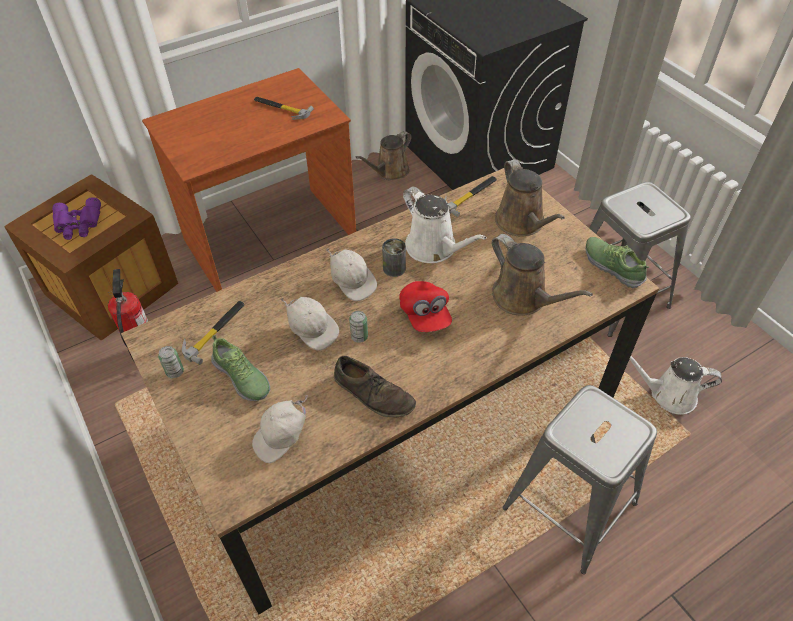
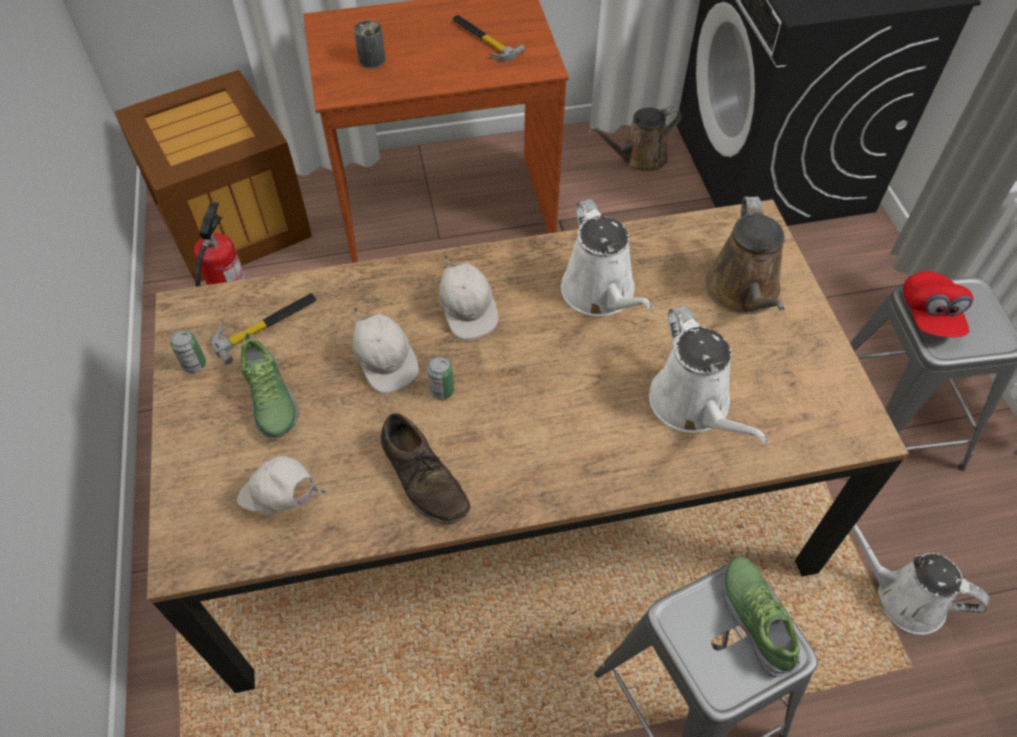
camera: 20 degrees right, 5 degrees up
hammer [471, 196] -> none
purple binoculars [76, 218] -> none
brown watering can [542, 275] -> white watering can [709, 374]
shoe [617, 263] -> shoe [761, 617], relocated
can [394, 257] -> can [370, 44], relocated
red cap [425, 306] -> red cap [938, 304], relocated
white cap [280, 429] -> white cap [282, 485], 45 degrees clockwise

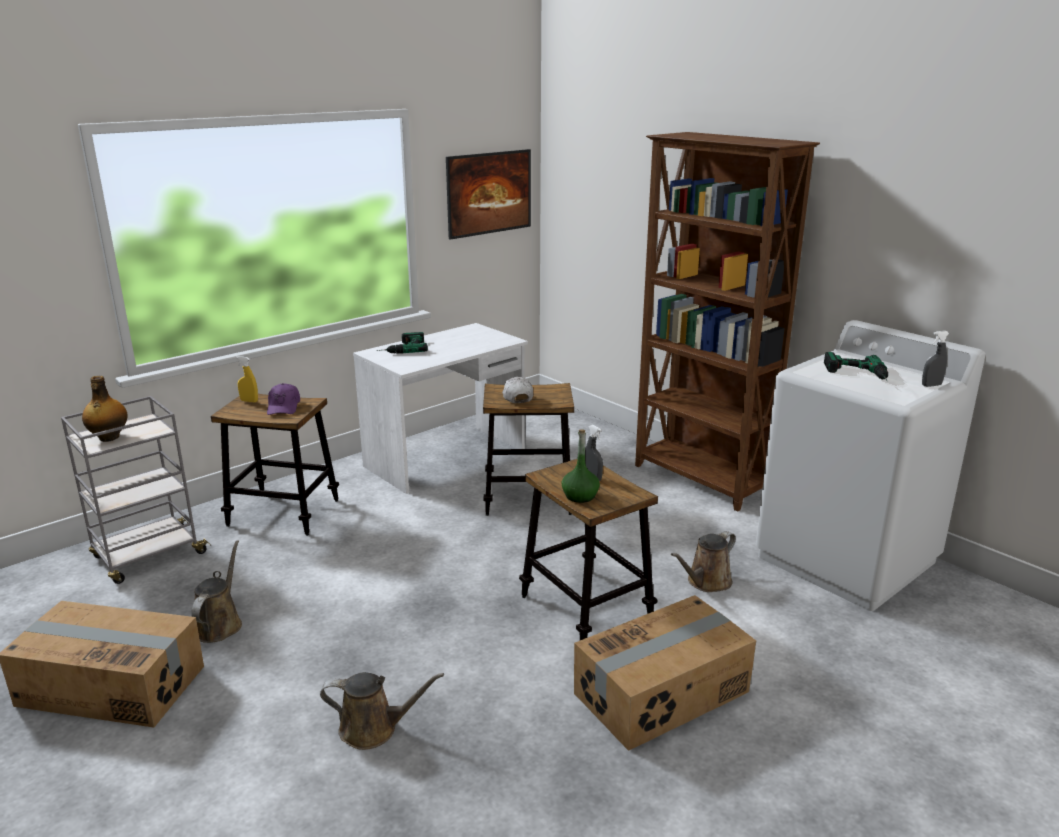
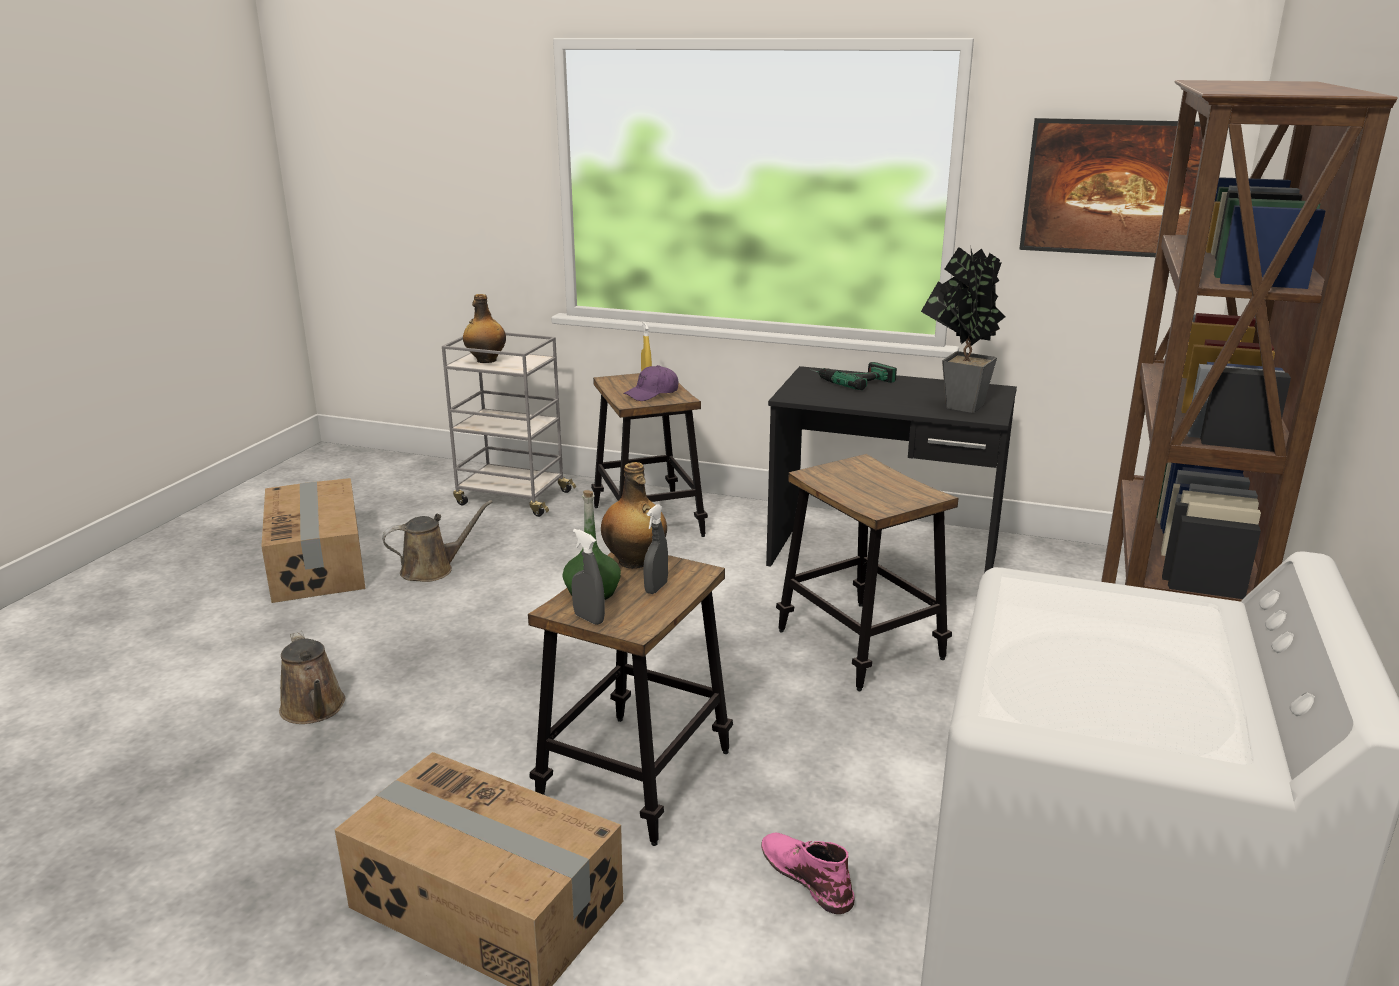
camera: 60 degrees right, 0 degrees up
white desk [440, 408] -> black desk [891, 469]
grey spray bottle [935, 359] -> grey spray bottle [588, 577], relocated
power drill [856, 366] -> none
white cap [517, 390] -> none
brown watering can [703, 561] -> pink boot [807, 873]
none -> potted plant [963, 330]
none -> bottle [634, 515]

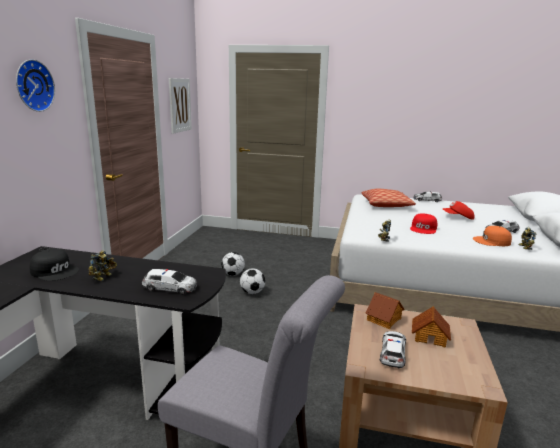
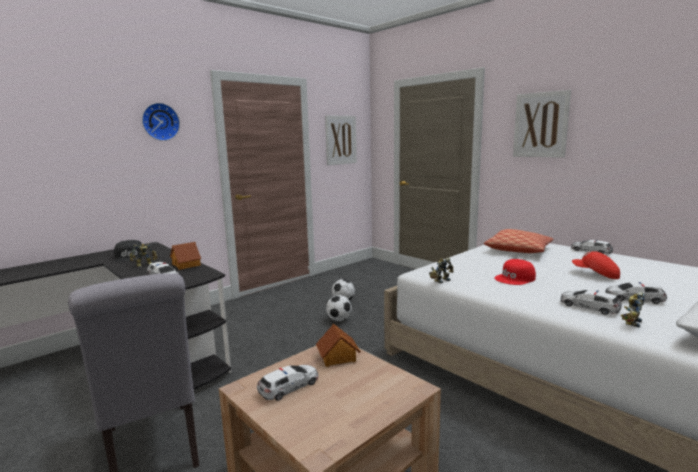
camera: 35 degrees right, 5 degrees down
orange cap [492, 236] -> toy car [591, 302]
toy house [431, 326] -> toy house [185, 256], relocated
none -> picture [542, 124]

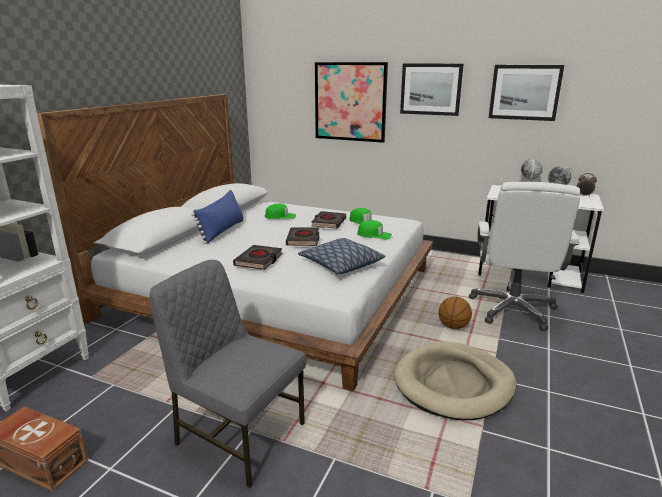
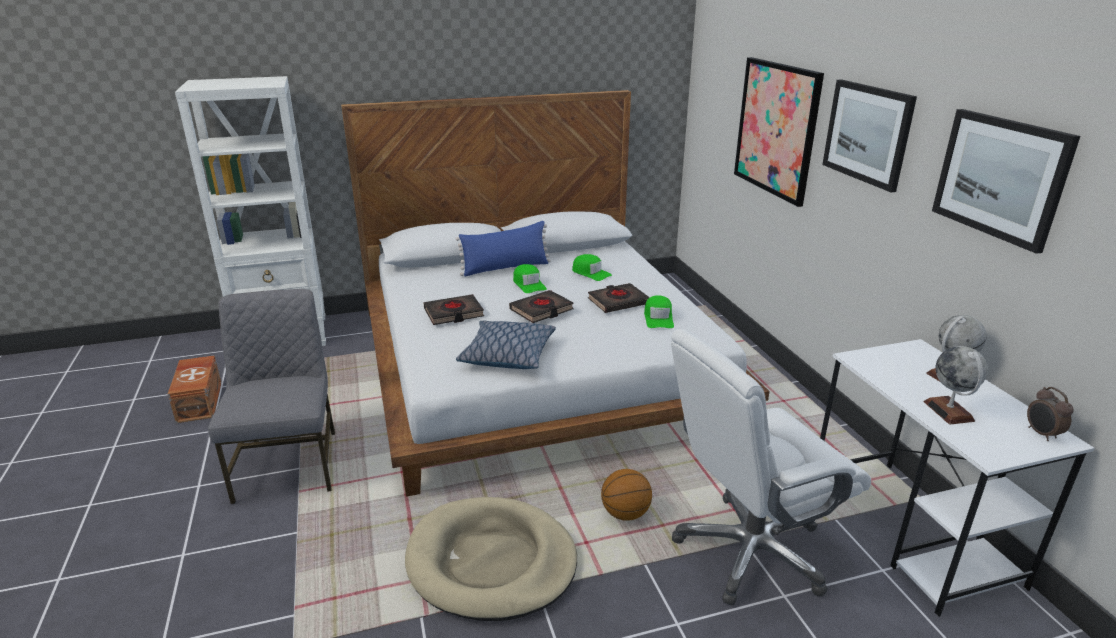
camera: 50 degrees right, 5 degrees up
green cap [374, 230] -> green cap [530, 278], relocated

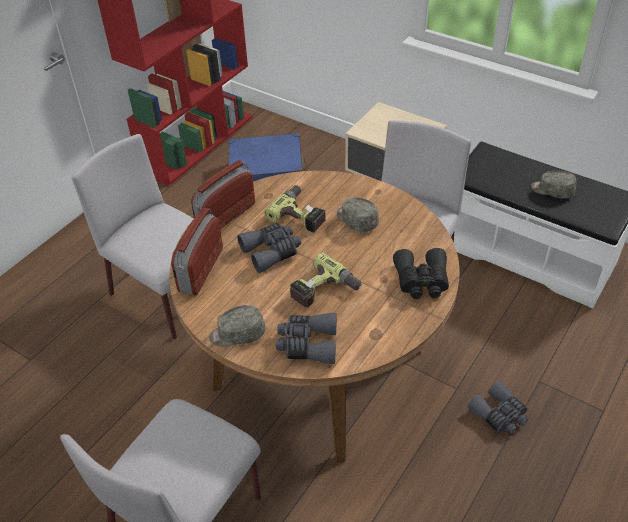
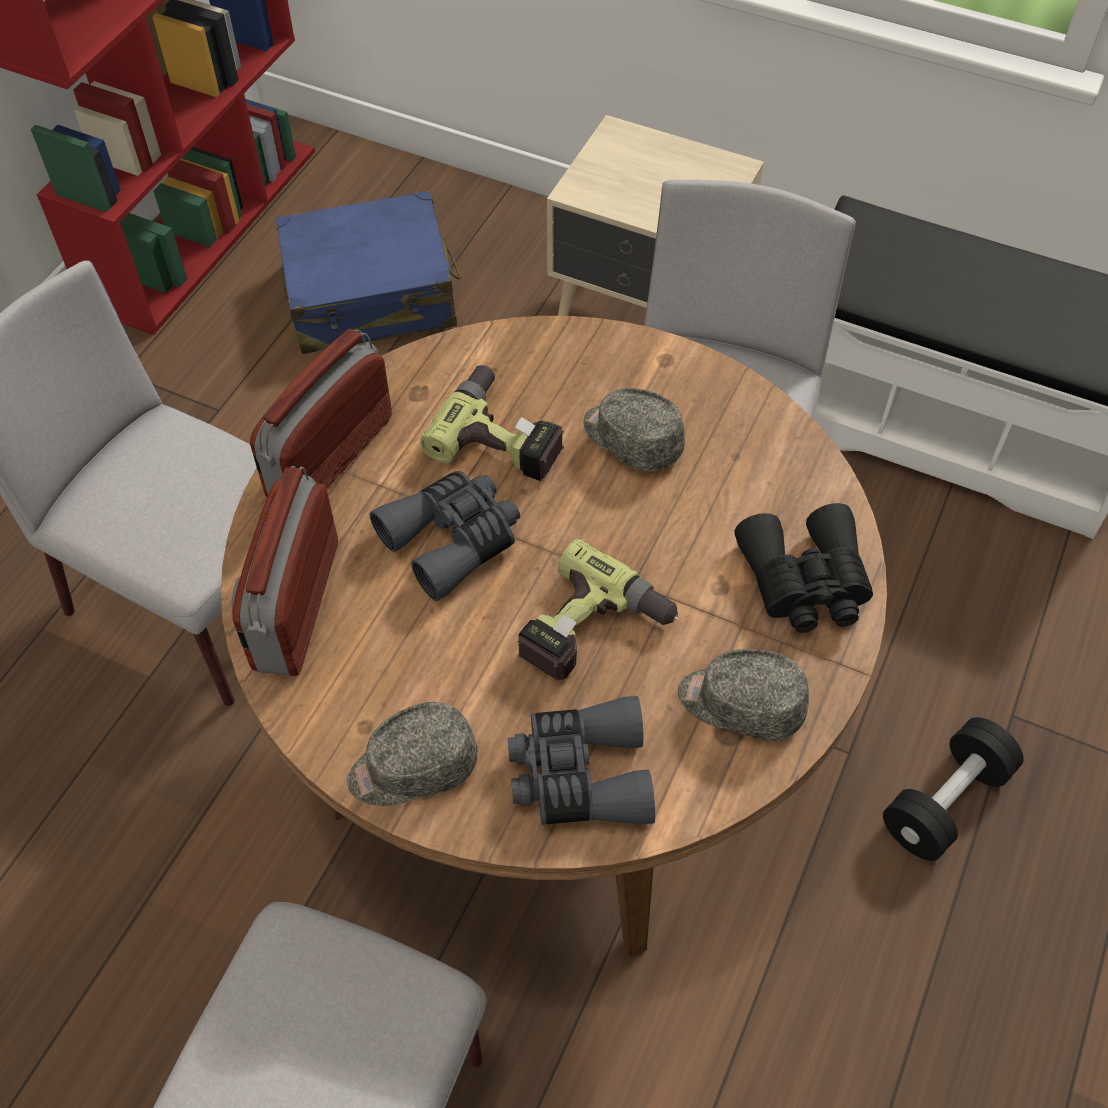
camera: 10 degrees left, 10 degrees up
grey cap [554, 185] -> grey cap [743, 695], relocated
grey binoculars [498, 407] -> black dumbbell [953, 789]

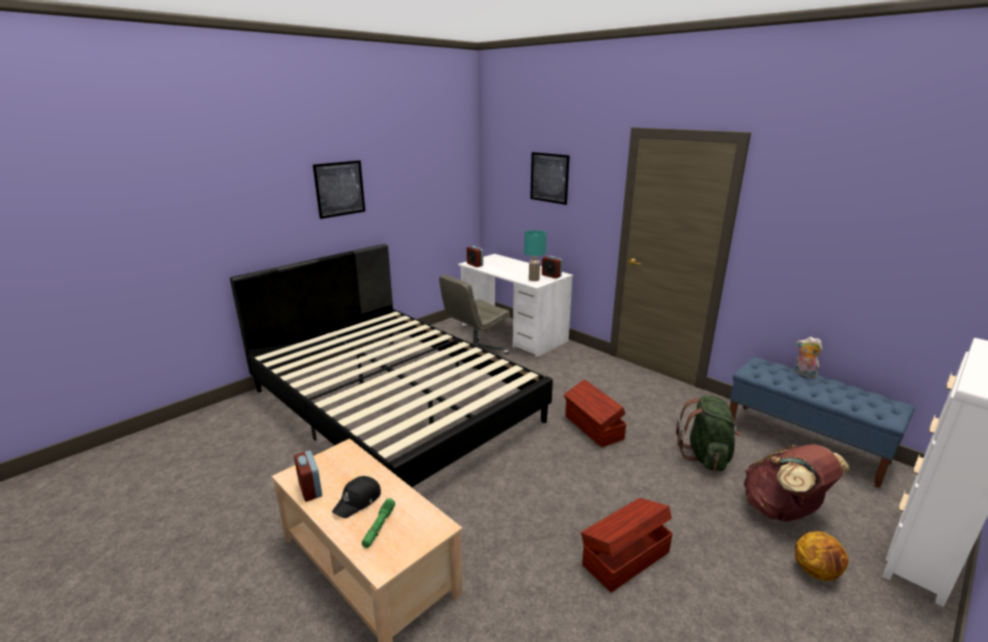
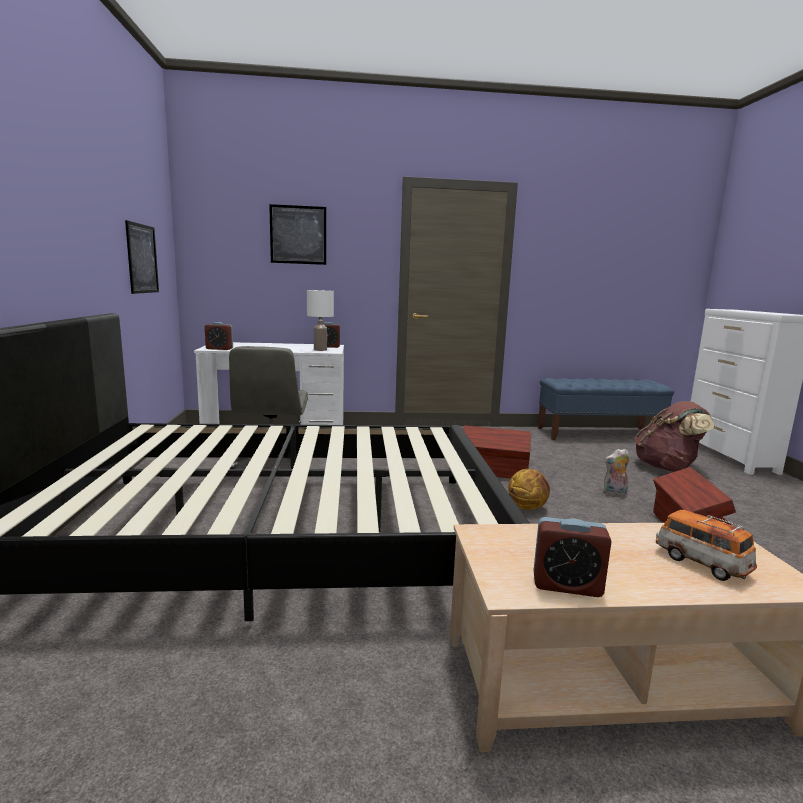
camera: 50 degrees left, 10 degrees down
picture [339, 189] -> picture [142, 257], relocated
turquoise table lamp [535, 255] -> white table lamp [320, 320]
plush toy [808, 357] -> plush toy [616, 472], relocated
green backpack [708, 433] -> none
black cap [356, 497] -> none
green flashlight [378, 523] -> toy car [706, 545]
basketball [822, 556] -> basketball [529, 489], relocated

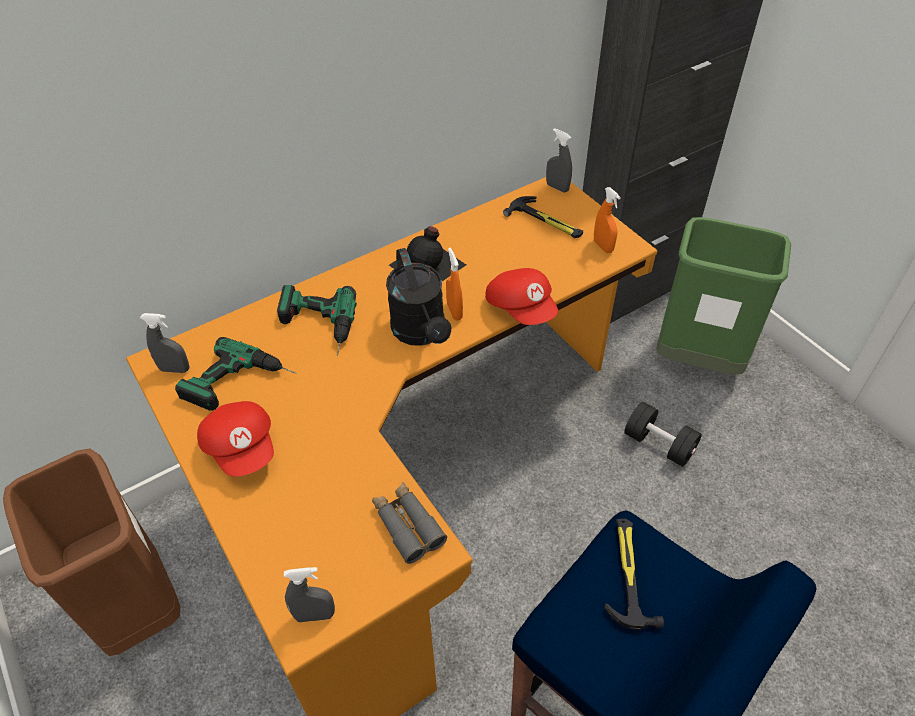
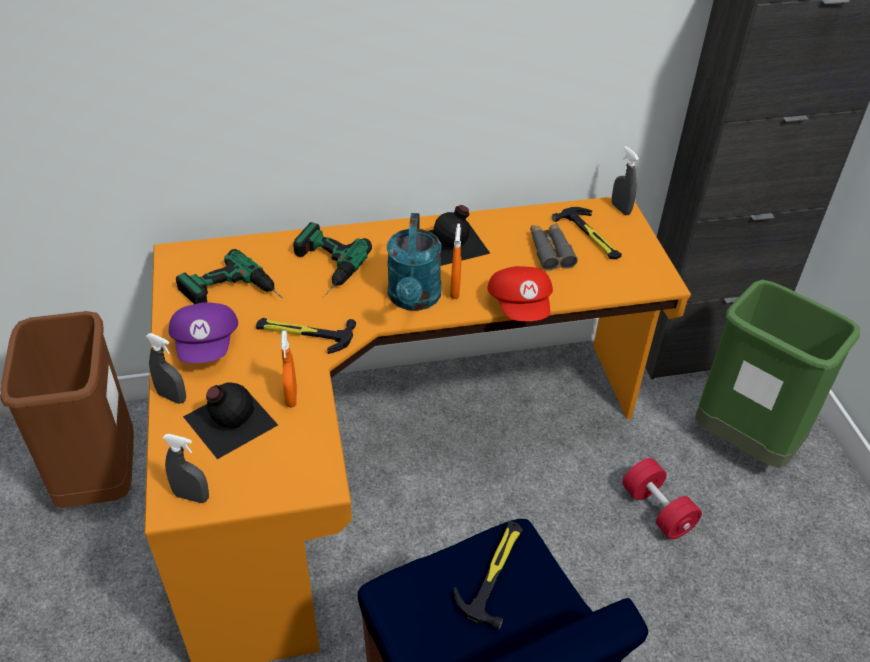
camera: 20 degrees right, 5 degrees down
orange spray bottle [607, 220] -> orange spray bottle [289, 369], relocated
black watering can [418, 297] -> turquoise watering can [414, 262]
grey spray bottle [164, 343] -> grey spray bottle [166, 368], relocated
red cap [235, 439] -> purple cap [203, 332]
black dumbbell [663, 434] -> red dumbbell [662, 499]
grey binoculars [409, 523] -> grey binoculars [554, 247], relocated
none -> hammer [306, 336]
none -> black bottle [230, 421]

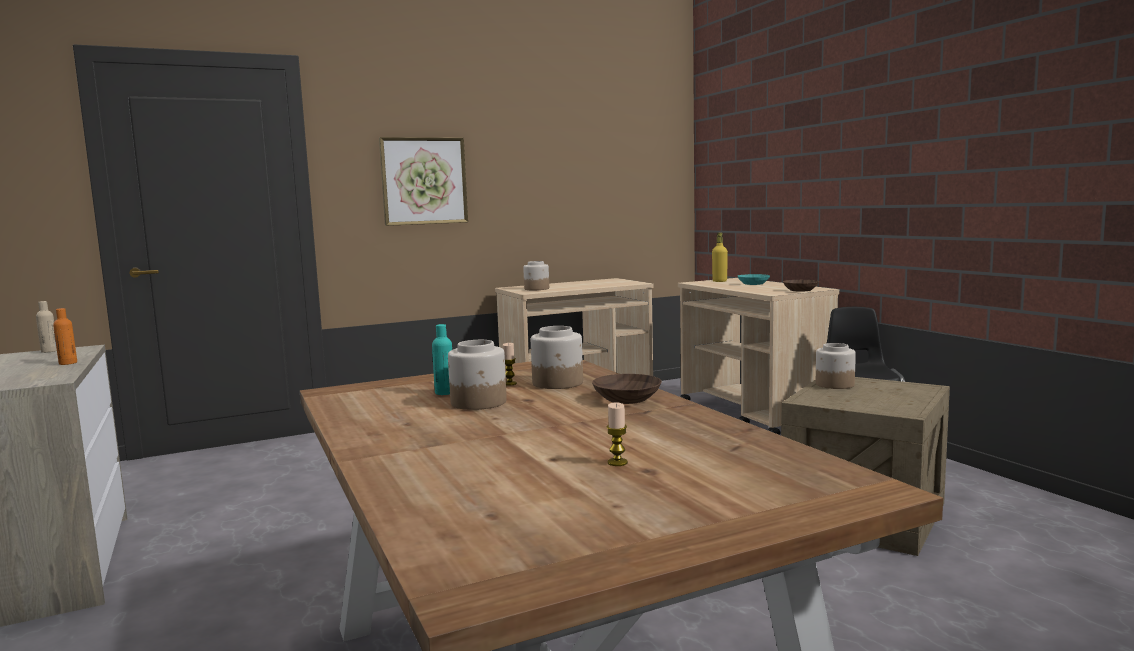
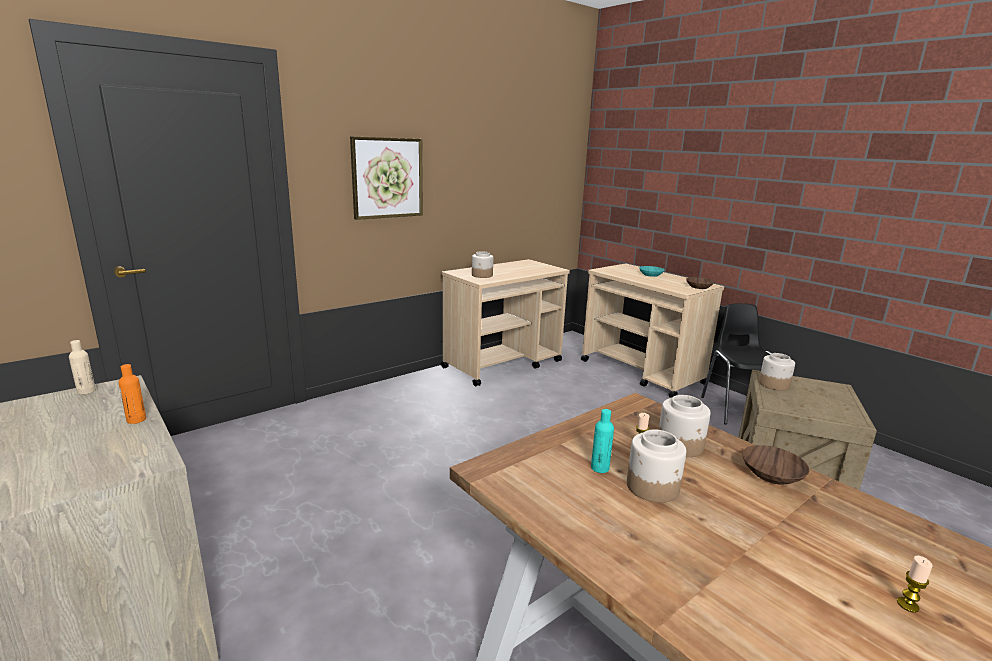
camera: 15 degrees left, 10 degrees up
yellow bottle [720, 257] -> none

